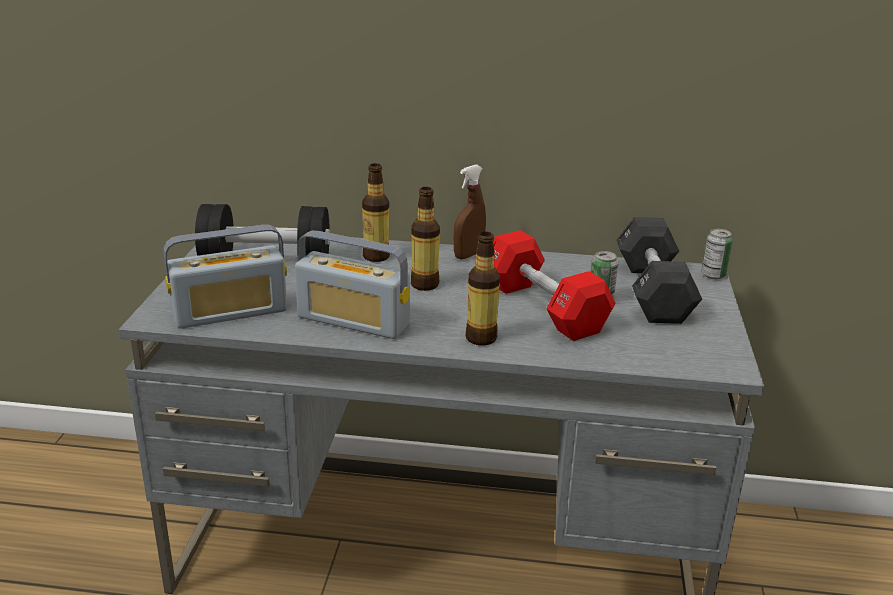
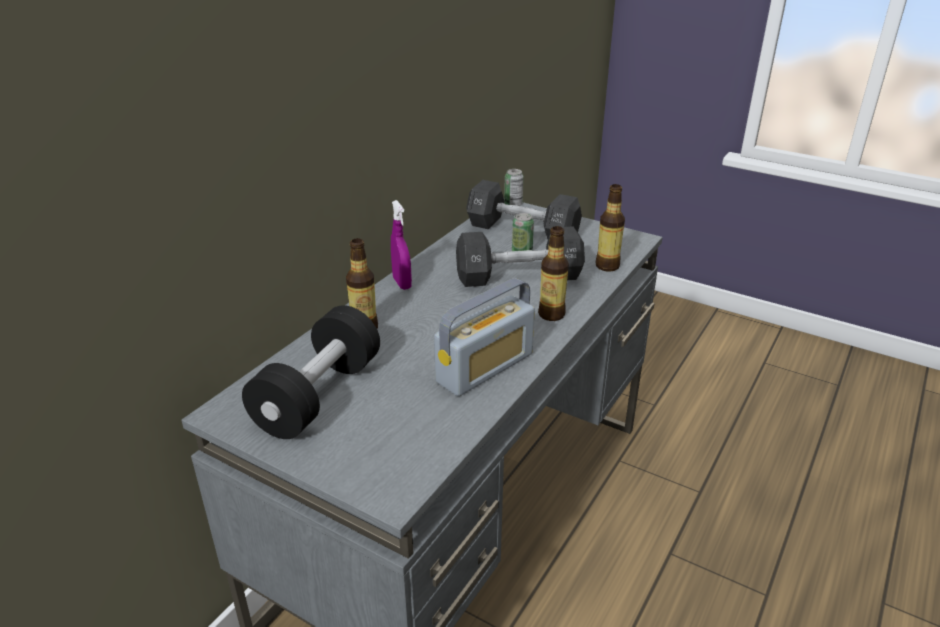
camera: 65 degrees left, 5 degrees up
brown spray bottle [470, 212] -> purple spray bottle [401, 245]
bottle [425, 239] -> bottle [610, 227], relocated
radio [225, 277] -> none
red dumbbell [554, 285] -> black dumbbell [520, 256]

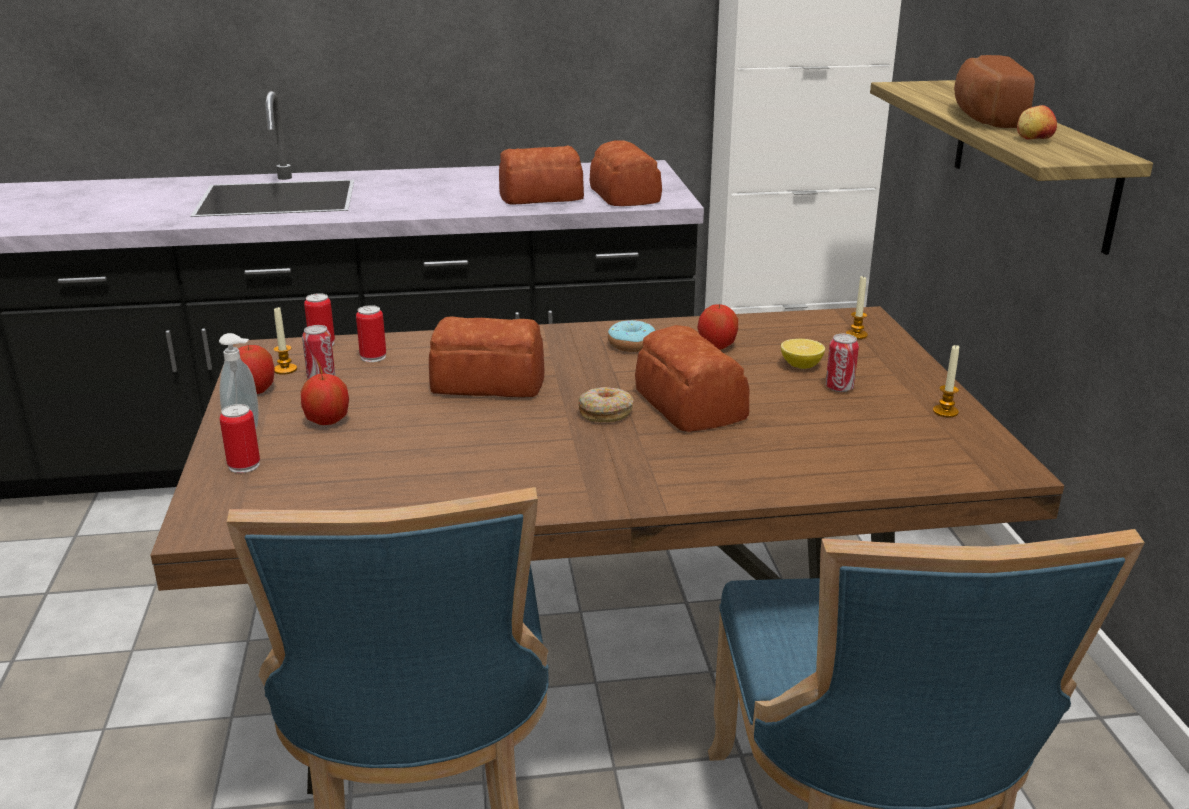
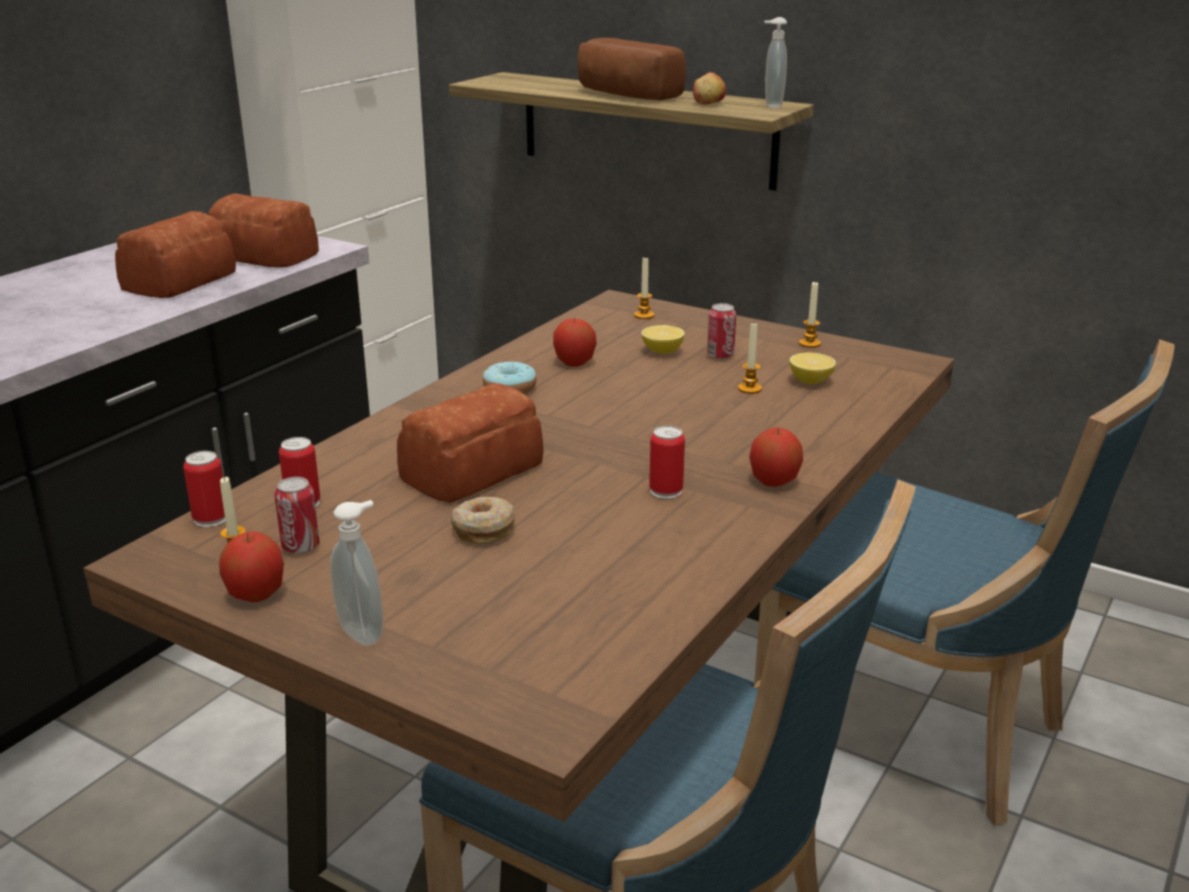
camera: 50 degrees left, 0 degrees up
bread [692, 378] -> none
apple [325, 399] -> apple [776, 457], relocated
donut [606, 404] -> donut [483, 520], relocated
can [240, 438] -> can [667, 462], relocated
none -> soap dispenser [775, 63]
none -> candle [750, 358]
none -> lemon [813, 368]

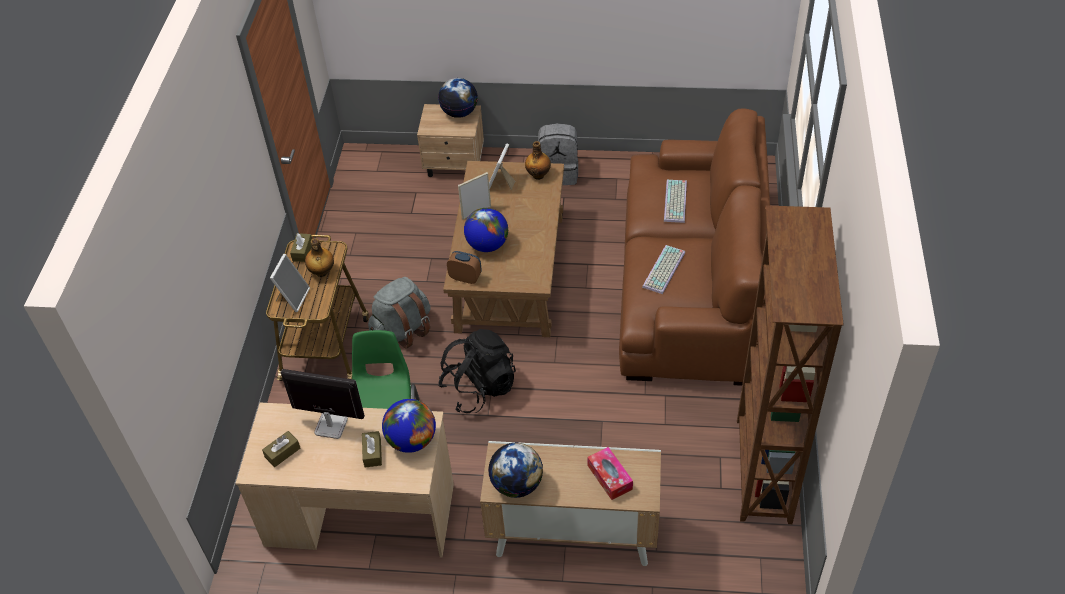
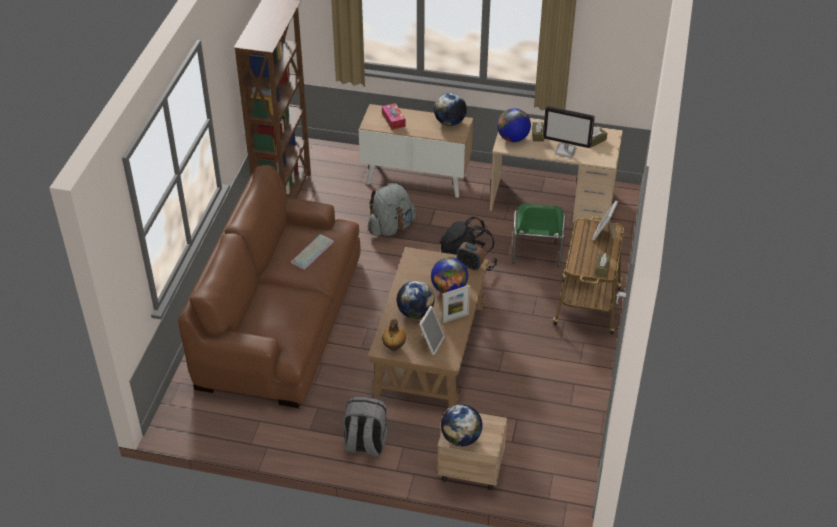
camera: 175 degrees left, 5 degrees down
keyboard [675, 201] -> none
bottle [319, 257] -> none
grey backpack [399, 313] -> grey backpack [392, 209], relocated
none -> globe [415, 300]

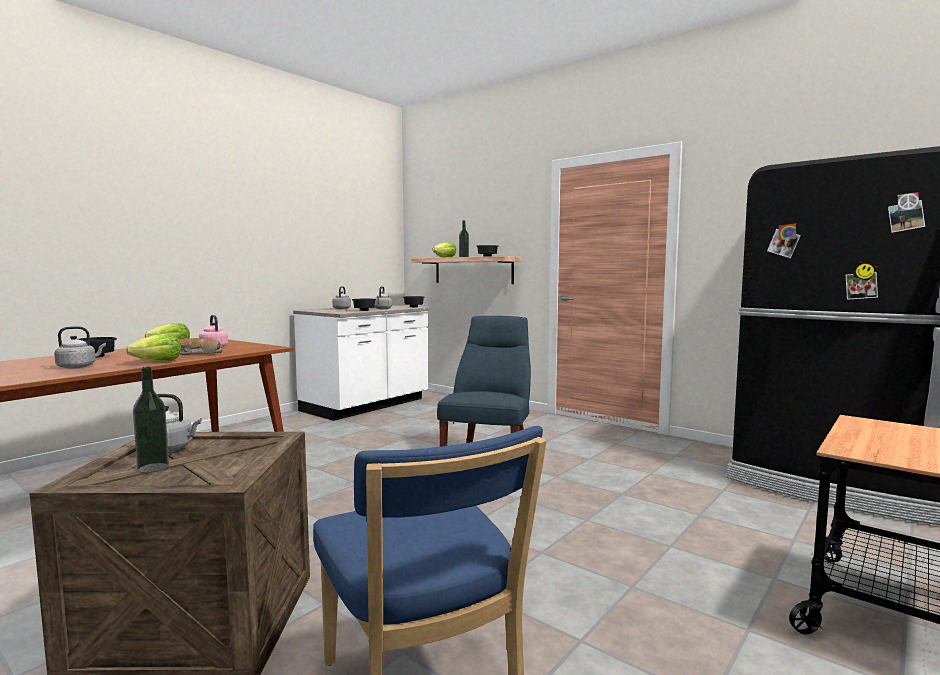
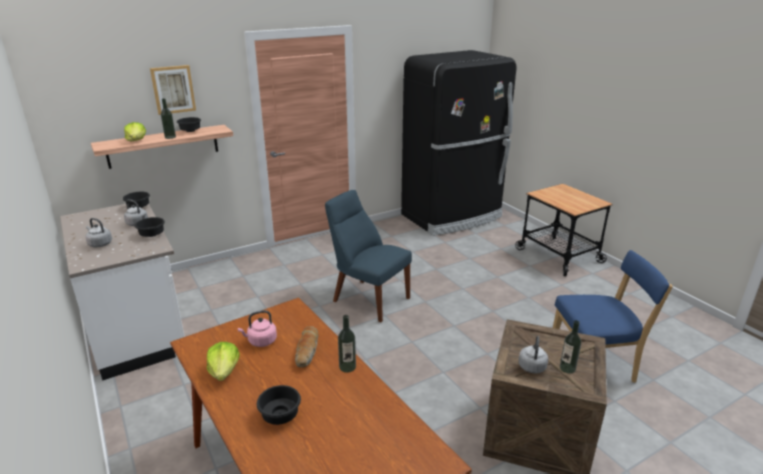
camera: 70 degrees left, 20 degrees up
grey kettle [80, 347] -> none
lettuce [153, 347] -> bottle [347, 344]
none -> picture [173, 90]

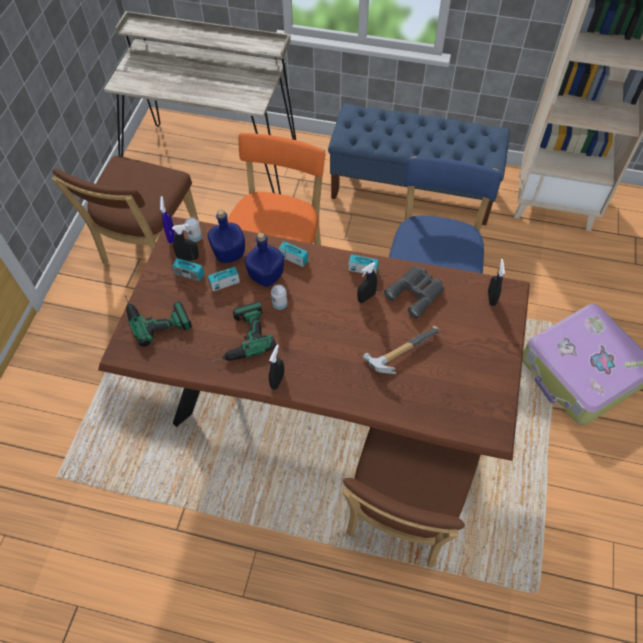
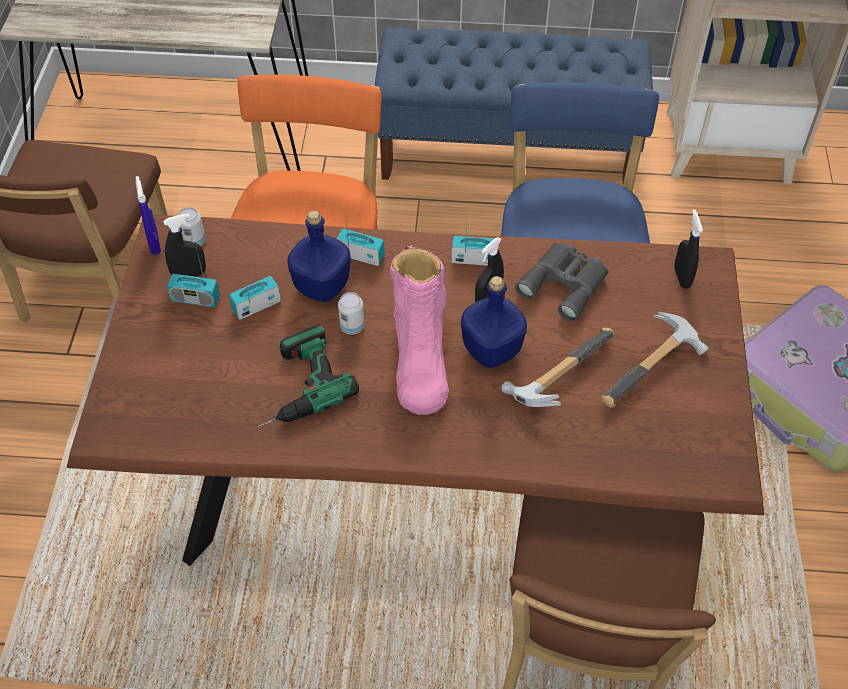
camera: 10 degrees left, 5 degrees down
blue bottle [226, 236] -> blue bottle [494, 322], relocated
power drill [158, 321] -> none
black spray bottle [276, 367] -> none
none -> pink boot [419, 330]
none -> hammer [655, 360]

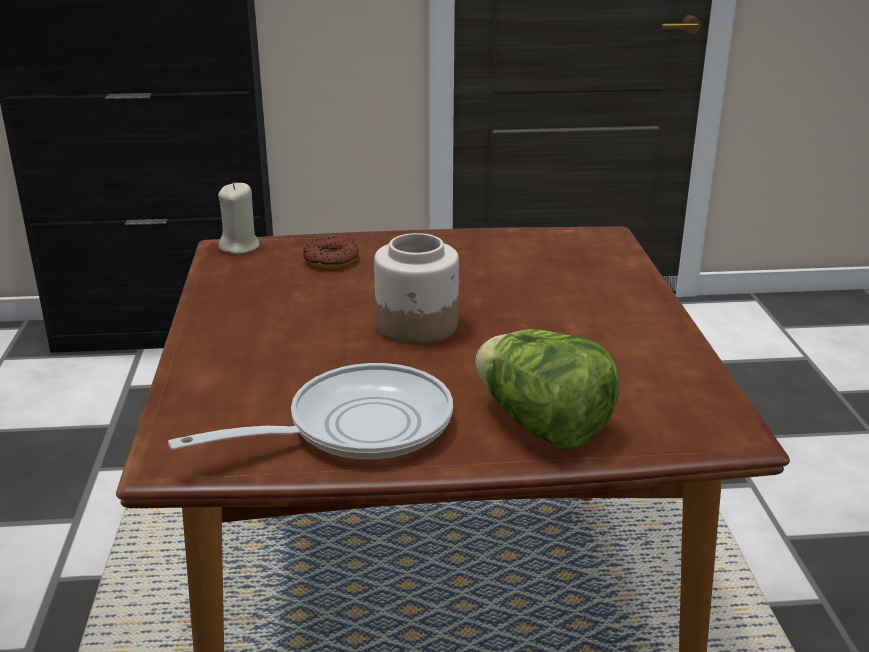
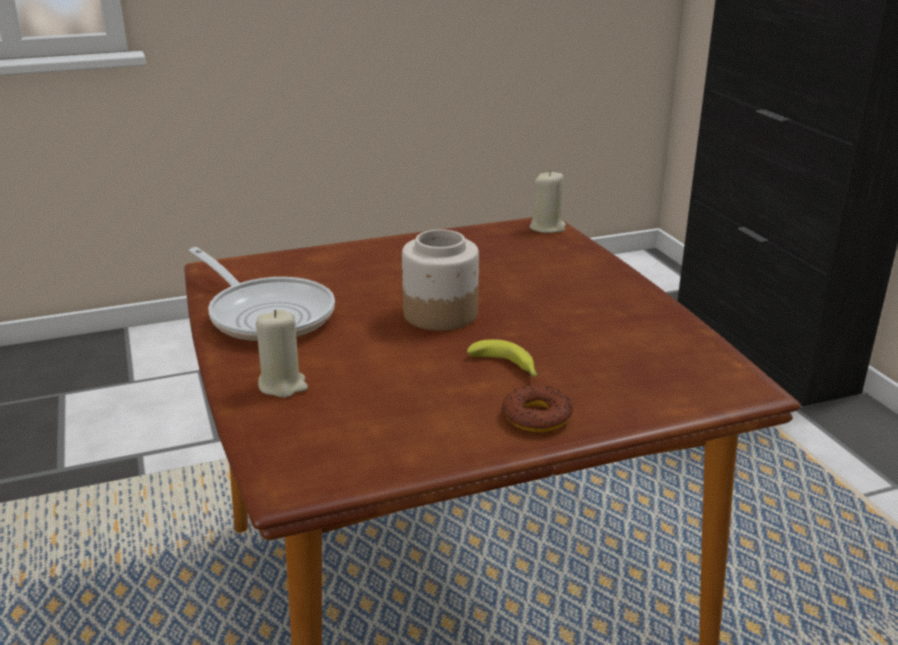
camera: 75 degrees right, 0 degrees up
donut [331, 253] -> donut [537, 408], relocated
lettuce [547, 389] -> beige candle [282, 354]
none -> banana [502, 358]

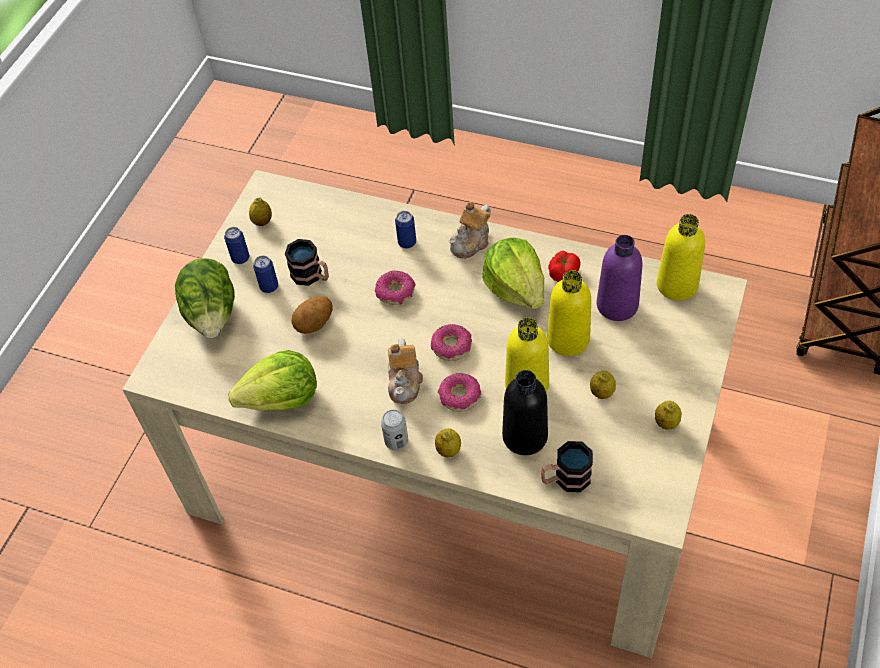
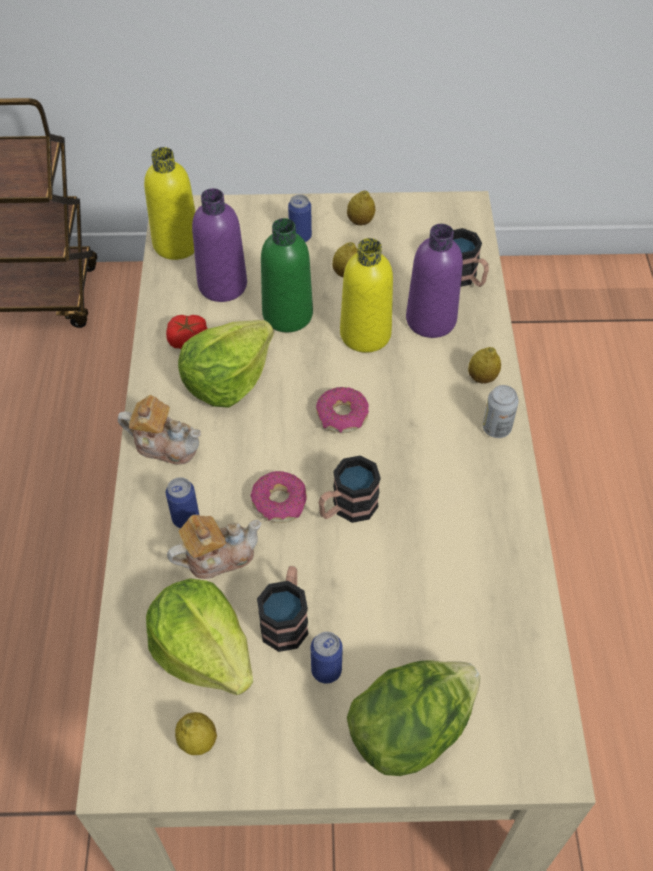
camera: 115 degrees left, 0 degrees up
can [236, 245] -> can [300, 218], relocated
yellow bottle [569, 313] -> green bottle [287, 275]
potato [312, 315] -> none
teapot [405, 371] -> teapot [214, 547], relocated
lettuce [272, 380] -> lettuce [199, 636], relocated
black bottle [525, 412] -> purple bottle [434, 281]
donut [460, 392] -> none
none -> mug [350, 489]

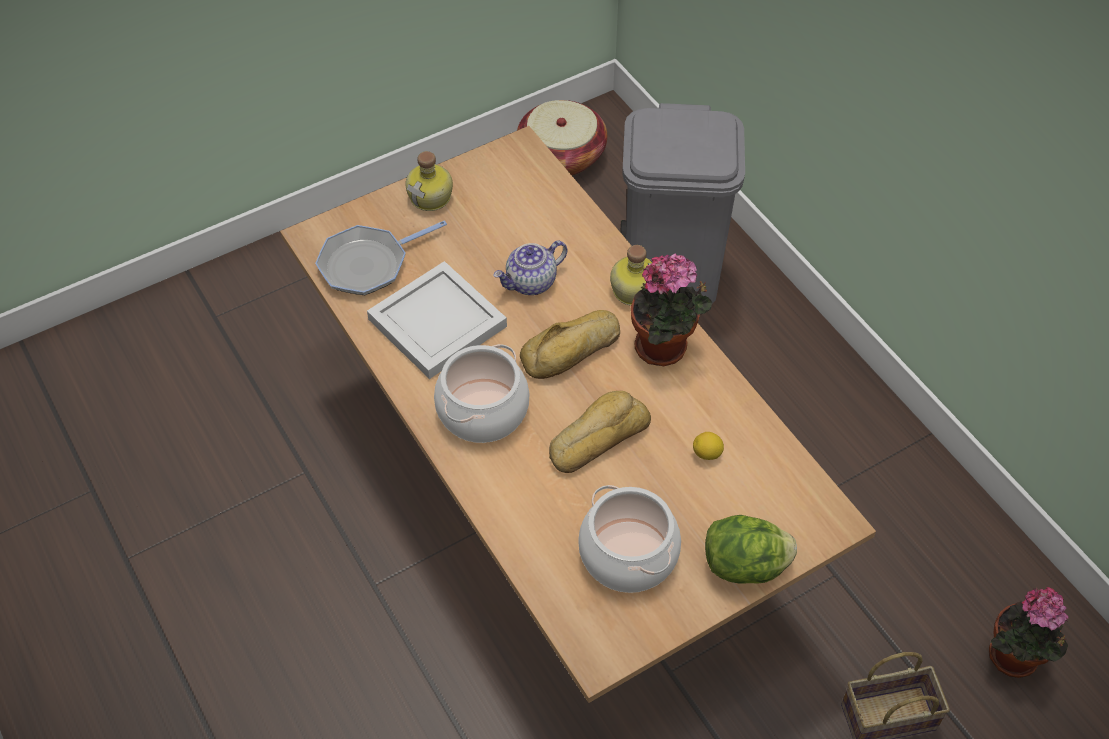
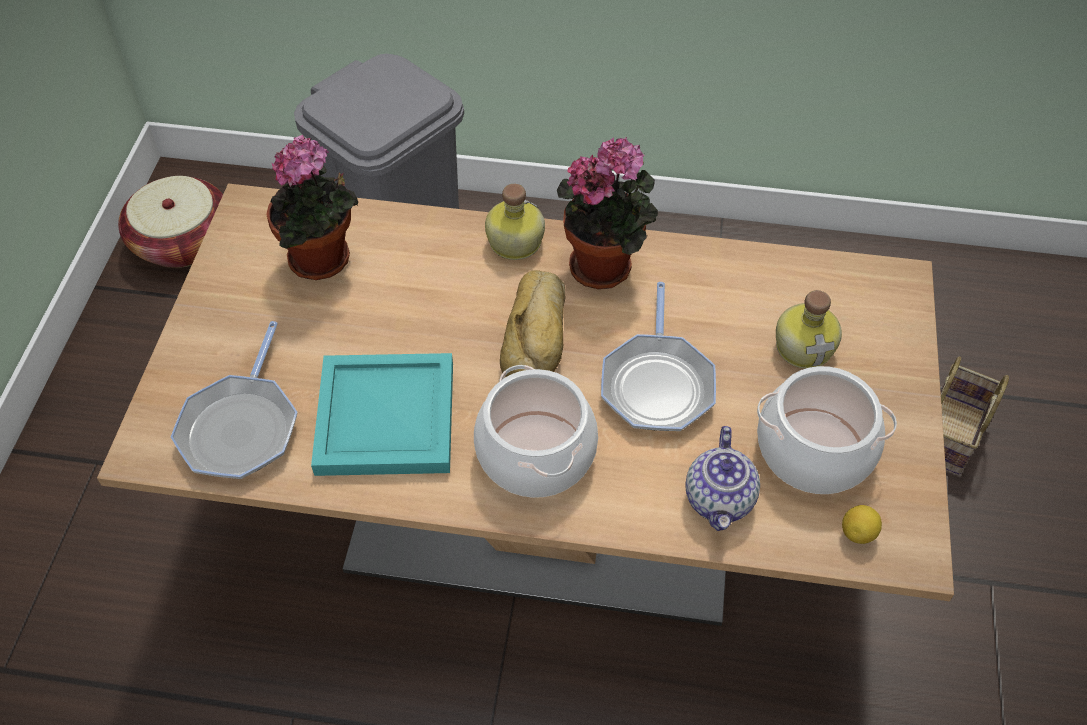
camera: 50 degrees left, 0 degrees up
bottle [429, 181] -> bottle [809, 329], relocated
teapot [530, 267] -> teapot [723, 478], relocated
white tray [437, 320] -> turquoise tray [382, 414]
bread [600, 432] -> frying pan [658, 356]
lemon [708, 446] -> lemon [862, 524], relocated
lettuce [751, 549] -> none
potted plant [1028, 632] -> potted plant [312, 207], relocated

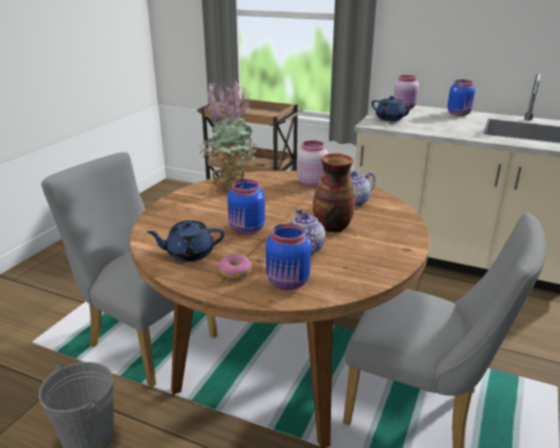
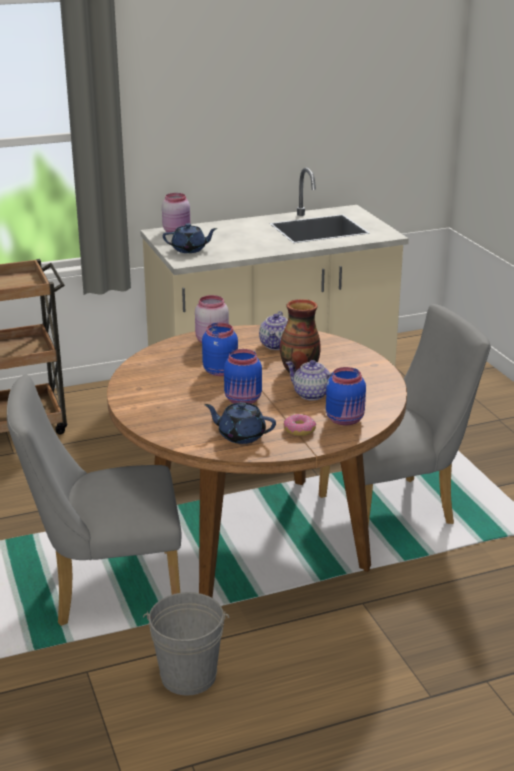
camera: 45 degrees left, 0 degrees up
potted plant [227, 135] -> none
blue jar [461, 98] -> blue jar [220, 349], relocated
blue teapot [186, 241] -> blue teapot [240, 423], 75 degrees clockwise

